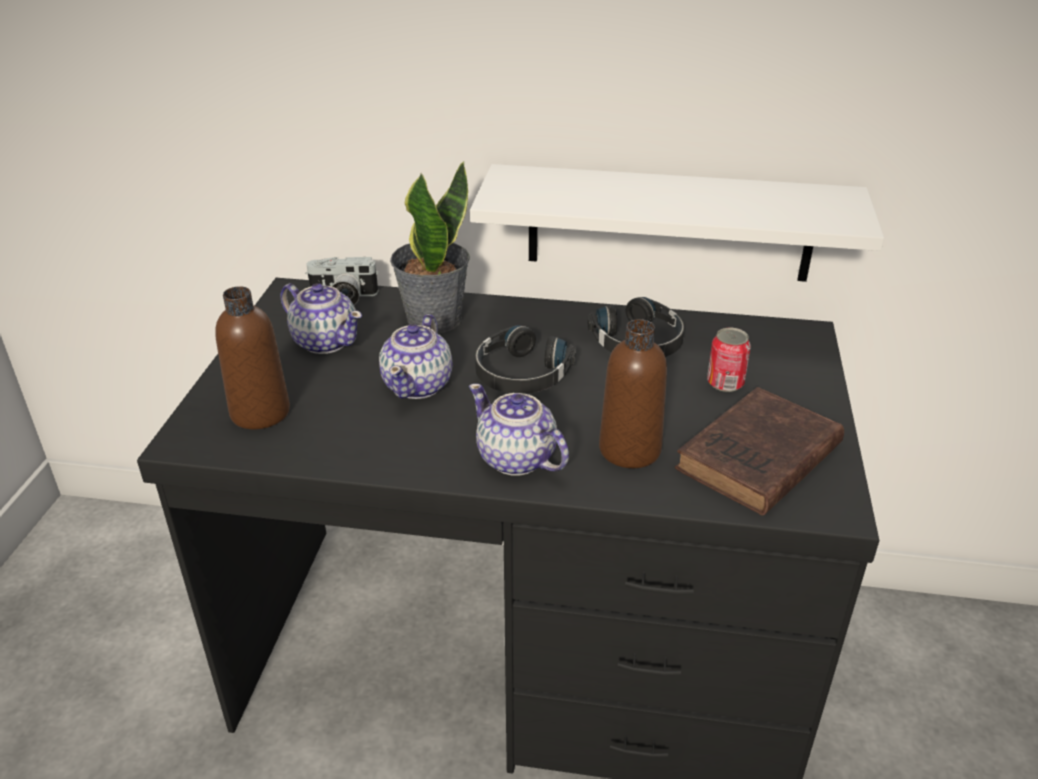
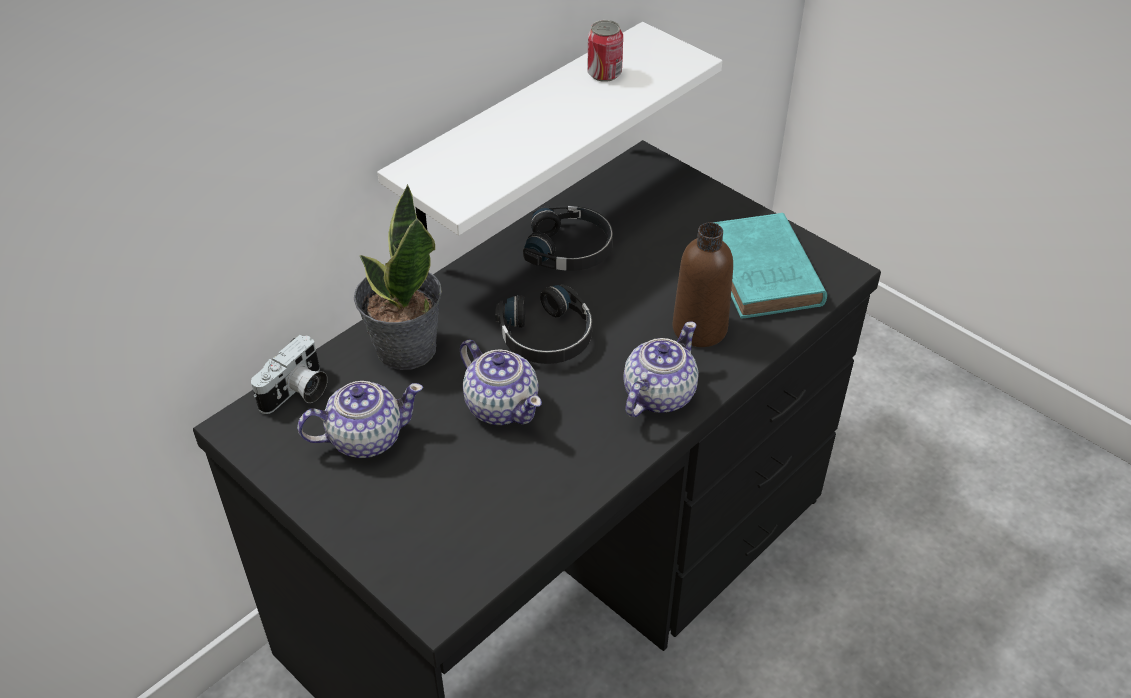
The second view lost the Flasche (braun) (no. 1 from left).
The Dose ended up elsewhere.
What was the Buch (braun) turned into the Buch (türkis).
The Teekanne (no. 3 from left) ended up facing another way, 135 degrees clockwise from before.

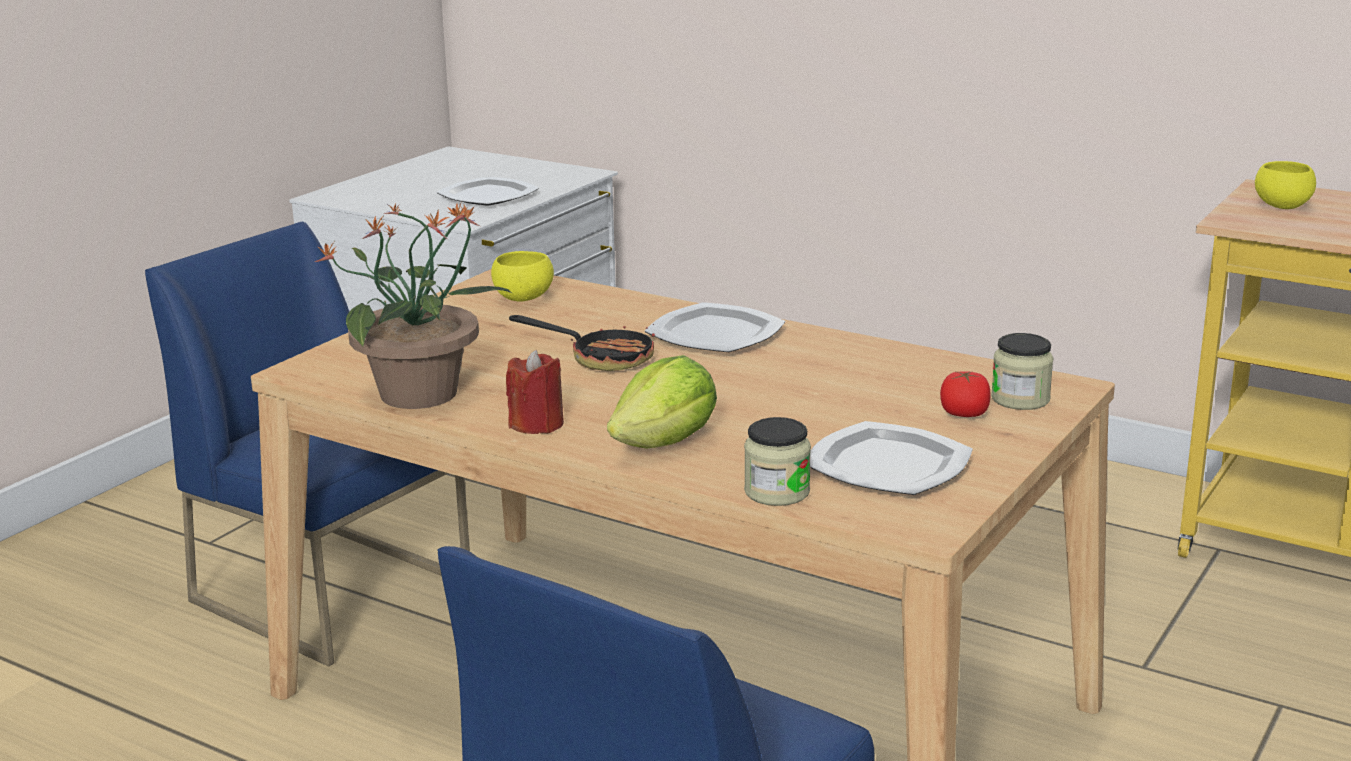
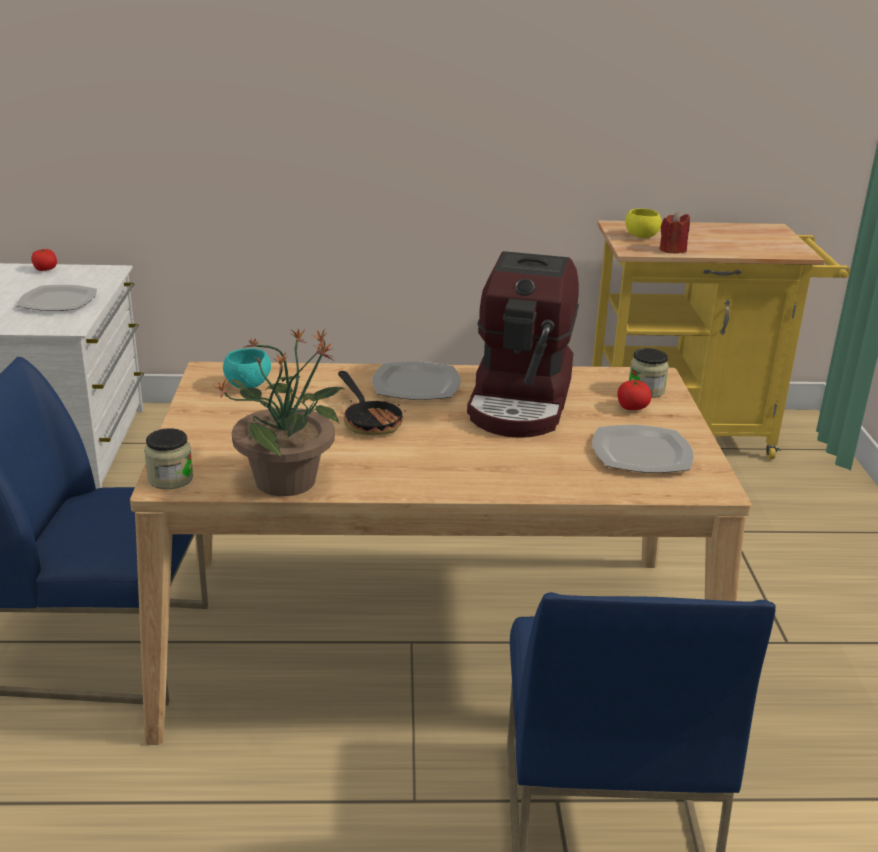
The second view lost the Salatkopf.
The second view gained the Tomate (no. 1 from left).
The second view gained the Kaffeemaschine.
The Kerze (rot) ended up elsewhere.
The Vorratsglas (no. 1 from left) ended up elsewhere.
What was the Schüssel (gelb) (no. 1 from left) turned into the Schüssel (türkis).
The Pfanne ended up facing another way, 75 degrees clockwise from before.

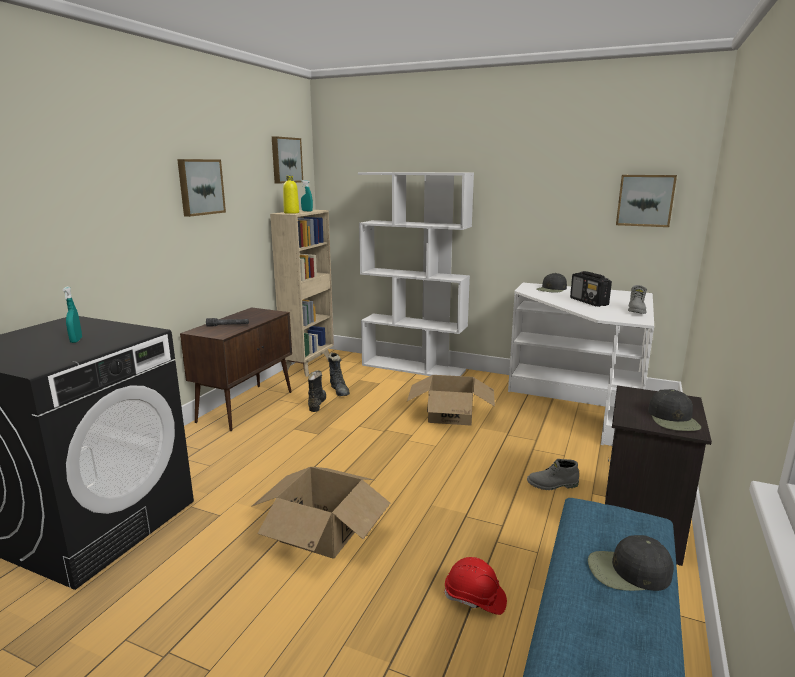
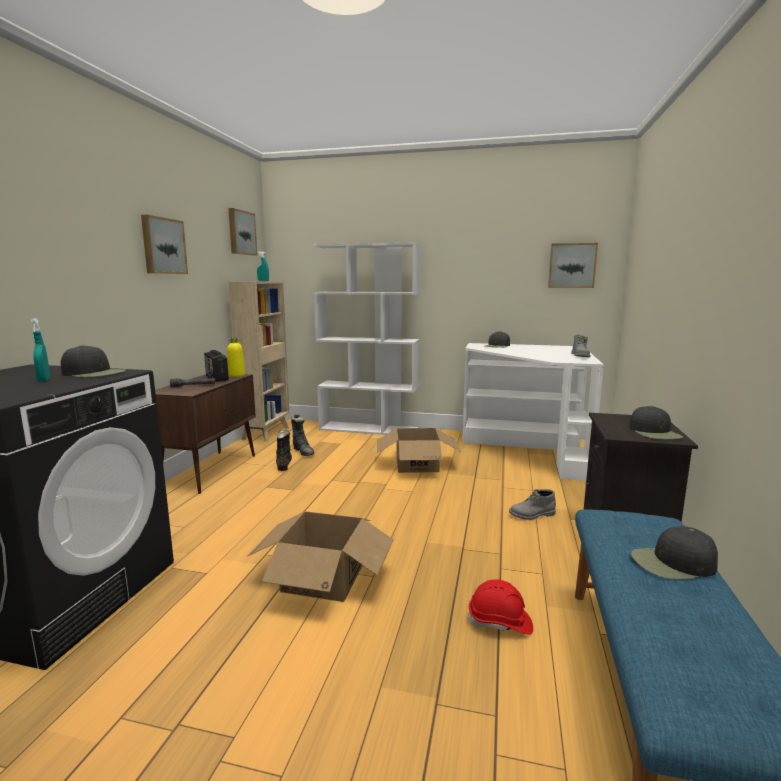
The second view gained the Kappe (schwarz) (no. 1 from left).
The Flasche (gelb) ended up elsewhere.
The Radio ended up elsewhere.

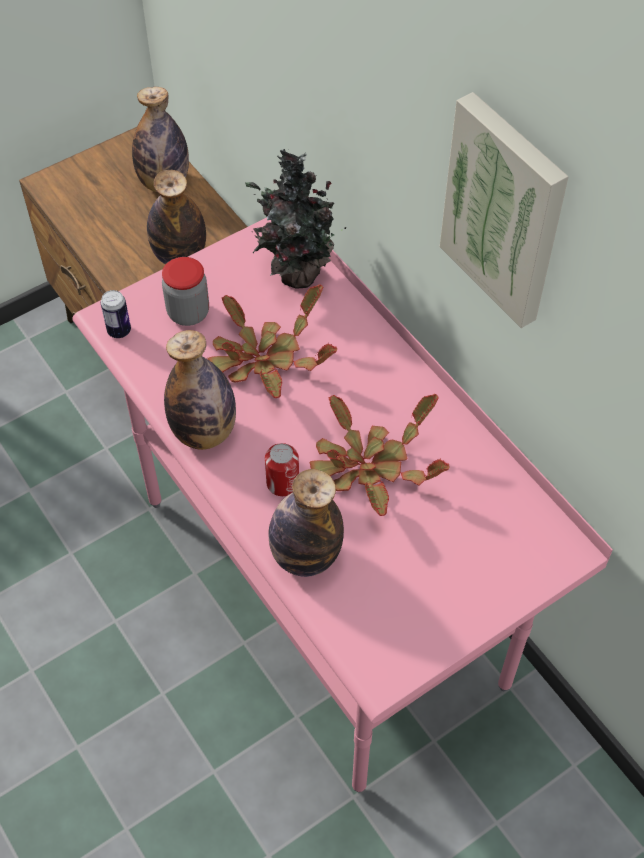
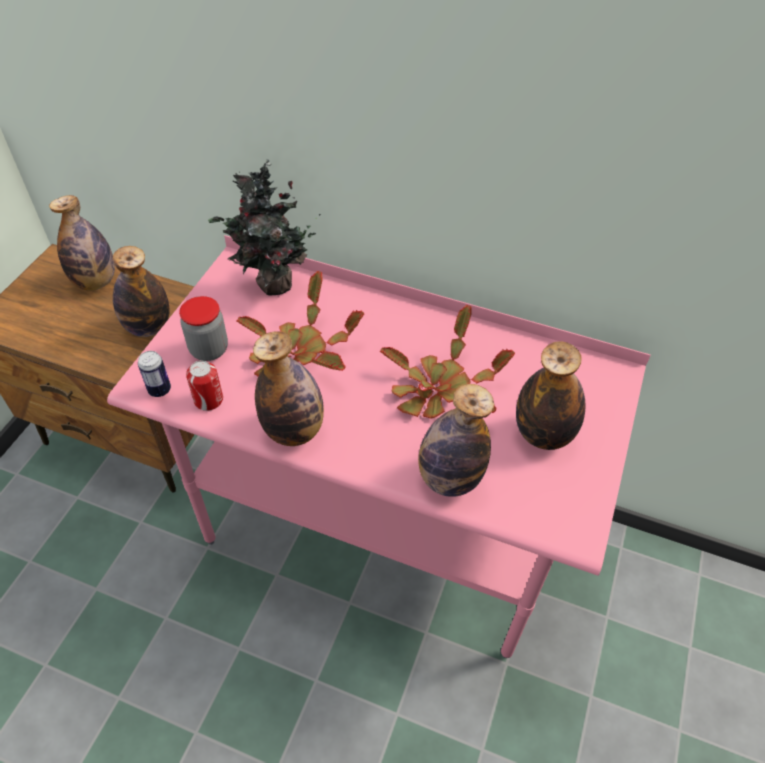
The second view lost the Bild.
The second view gained the Flasche (no. 5 from left).
The Dose (no. 2 from left) ended up elsewhere.

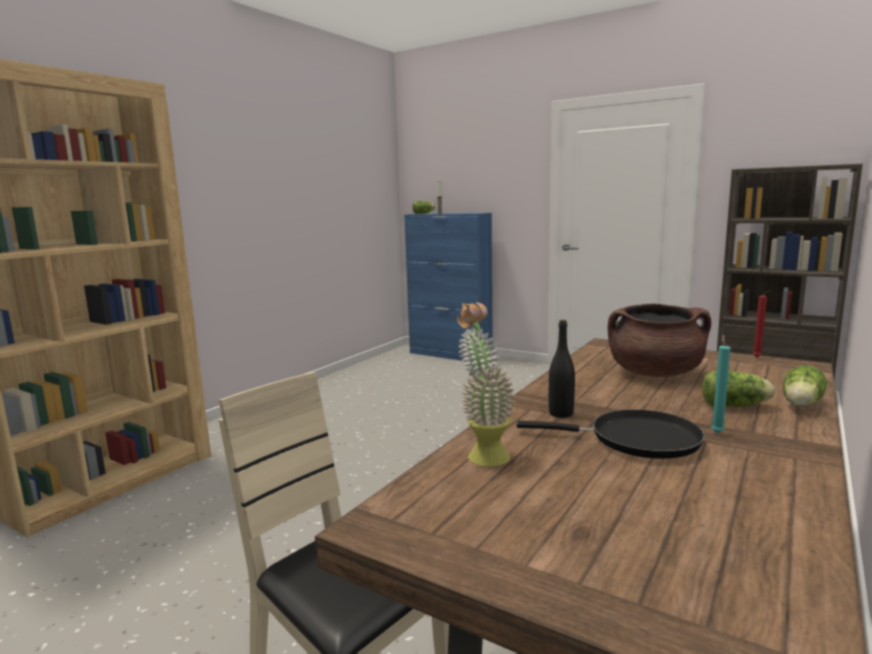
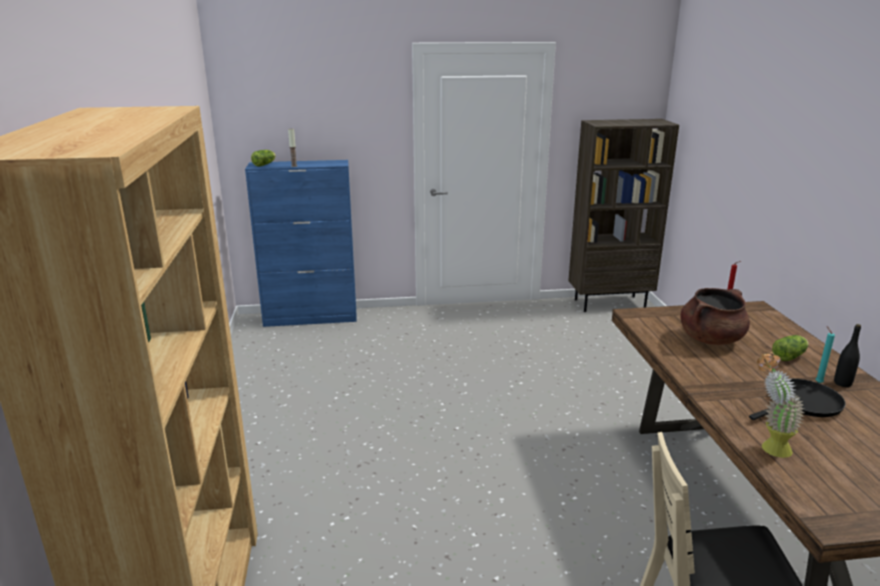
The second view lost the Salatkopf (no. 3 from left).
The Flasche (schwarz) ended up elsewhere.

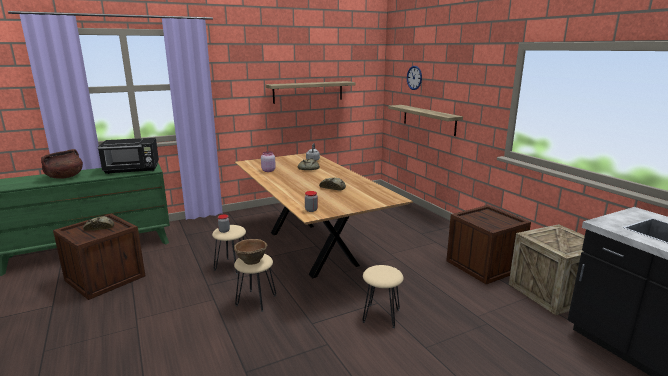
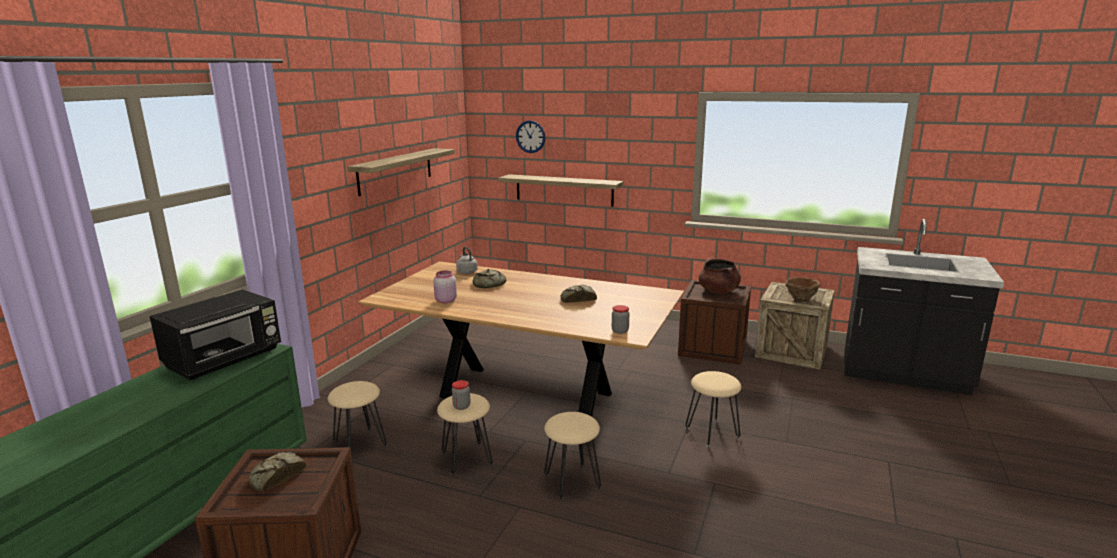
The second view gained the Hocker (beige) (no. 1 from left).
The Kochtopf (braun) ended up elsewhere.
The Schüssel (braun) ended up elsewhere.

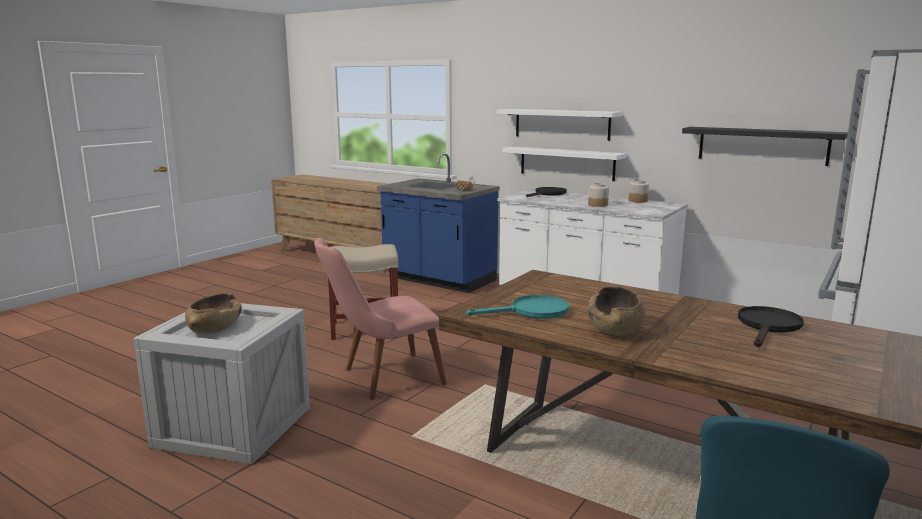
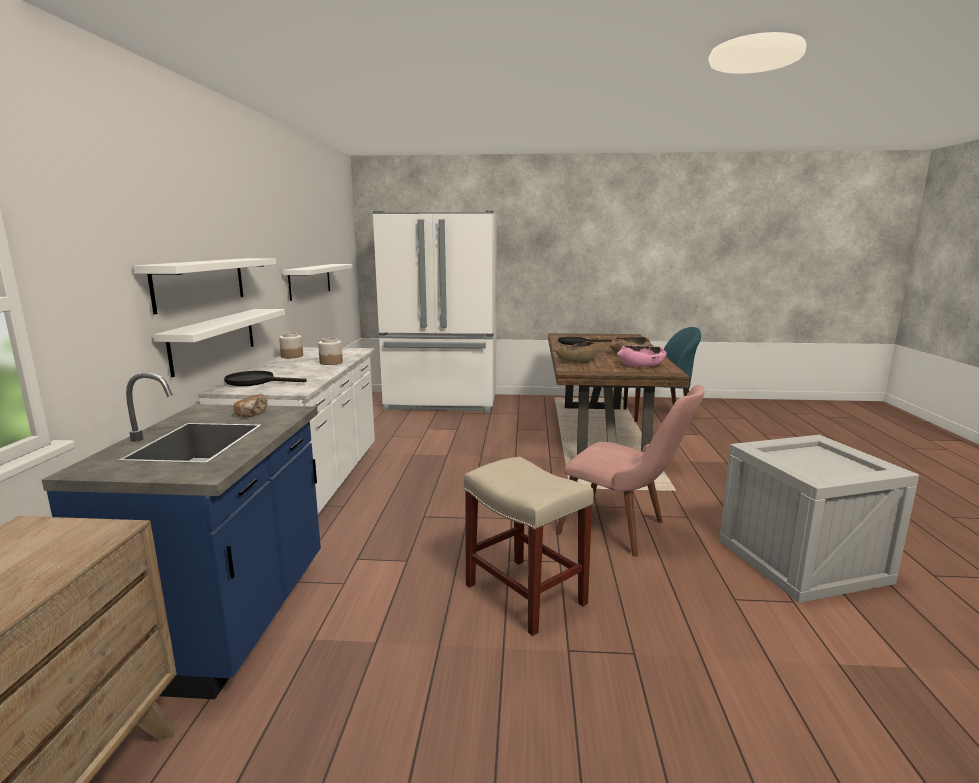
The Schüssel (braun) (no. 1 from left) ended up elsewhere.
Where the Pfanne (türkis) stood, the Schüssel (rosa) came to stand.
What was the Wandregal (schwarz) turned into the Wandregal (weiß) (no. 3 from left).

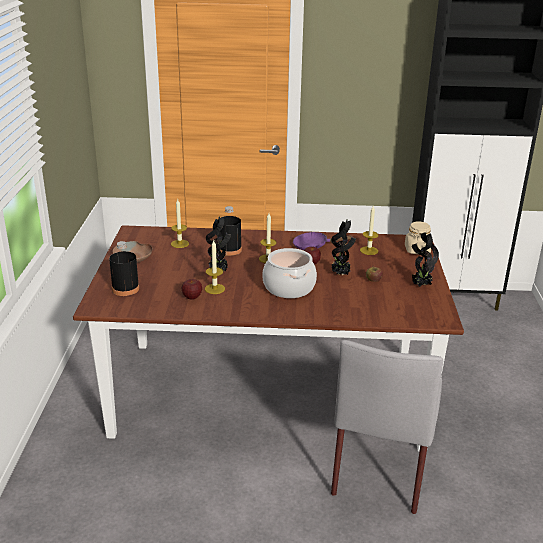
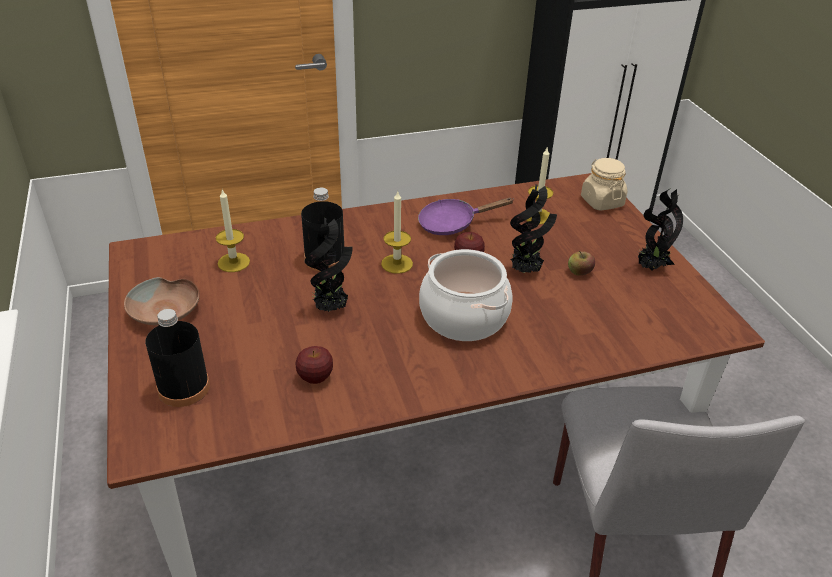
The second view lost the Kerze (no. 2 from left).

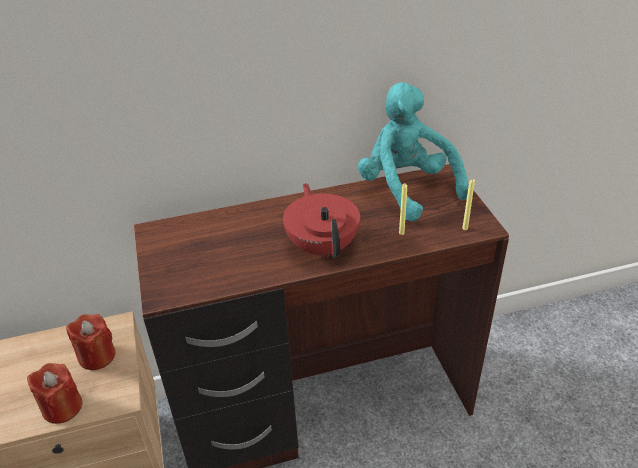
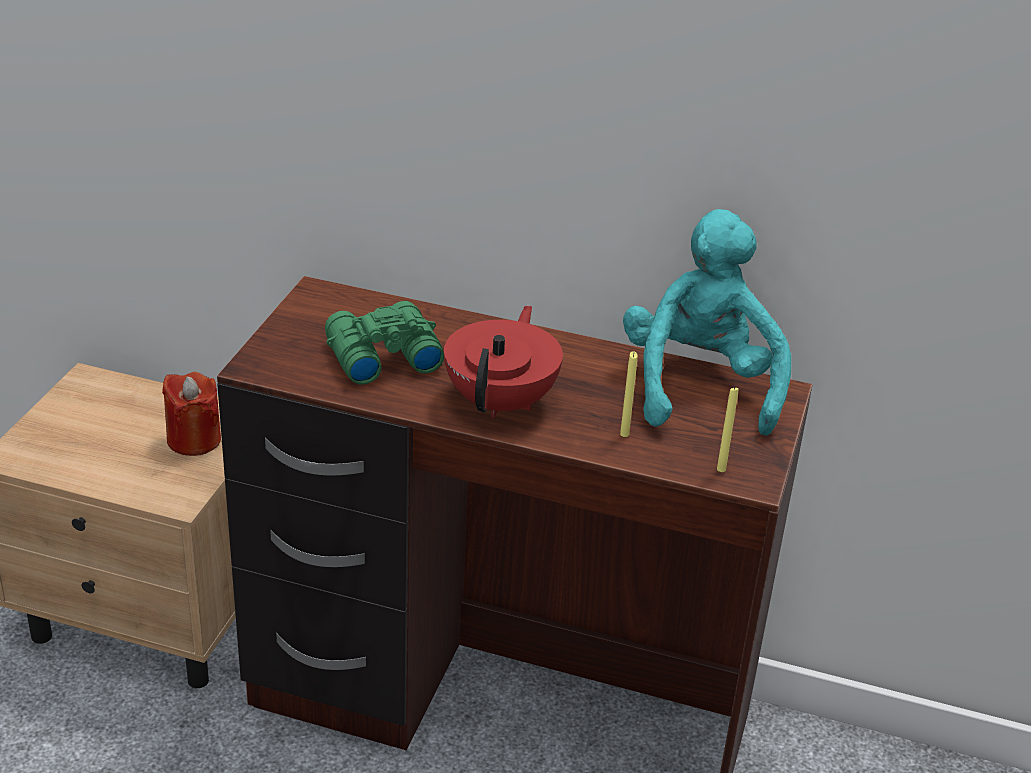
The second view lost the Kerze (rot) (no. 1 from left).
The second view gained the Fernglas (grün).

